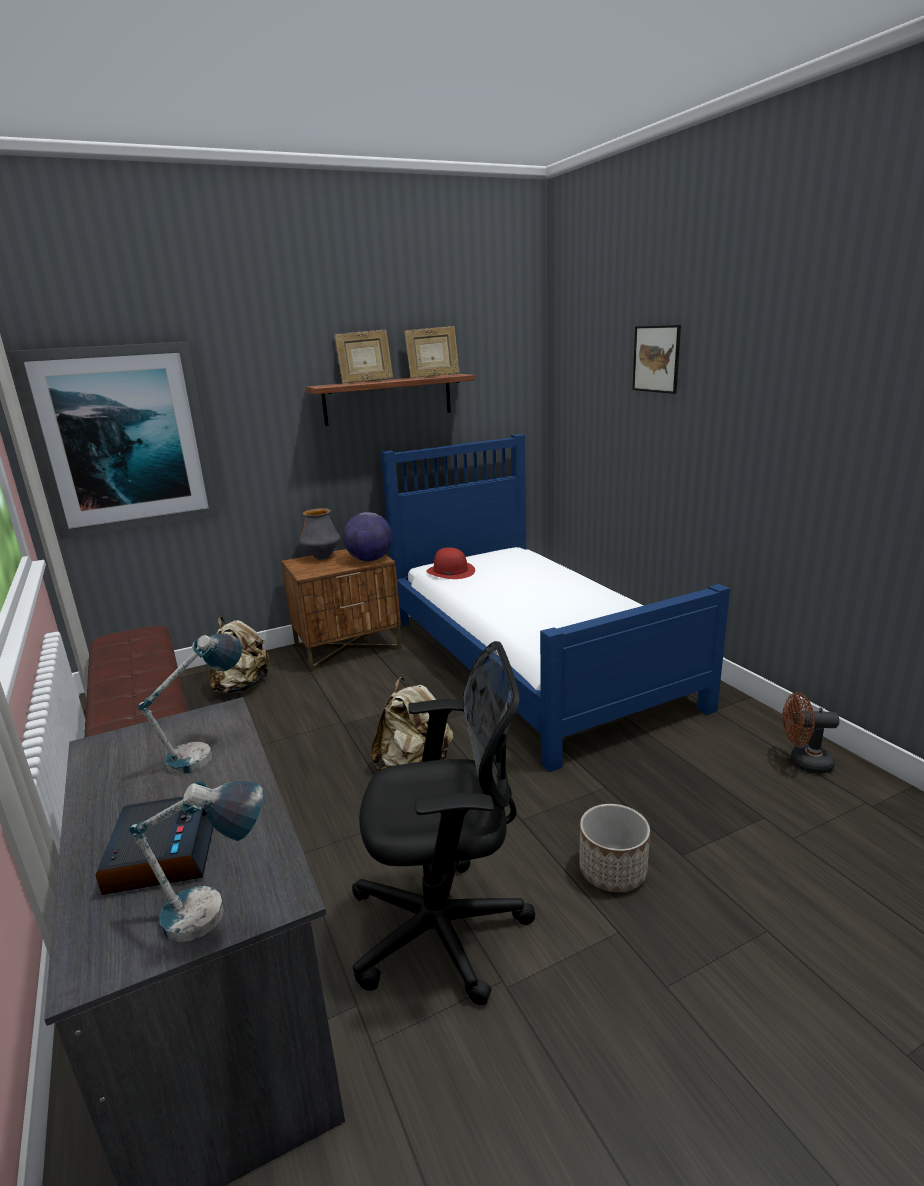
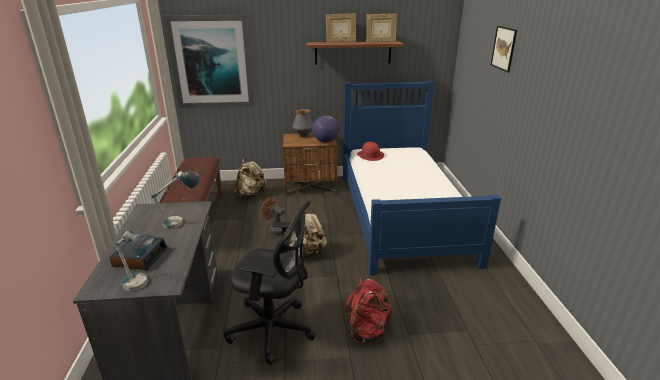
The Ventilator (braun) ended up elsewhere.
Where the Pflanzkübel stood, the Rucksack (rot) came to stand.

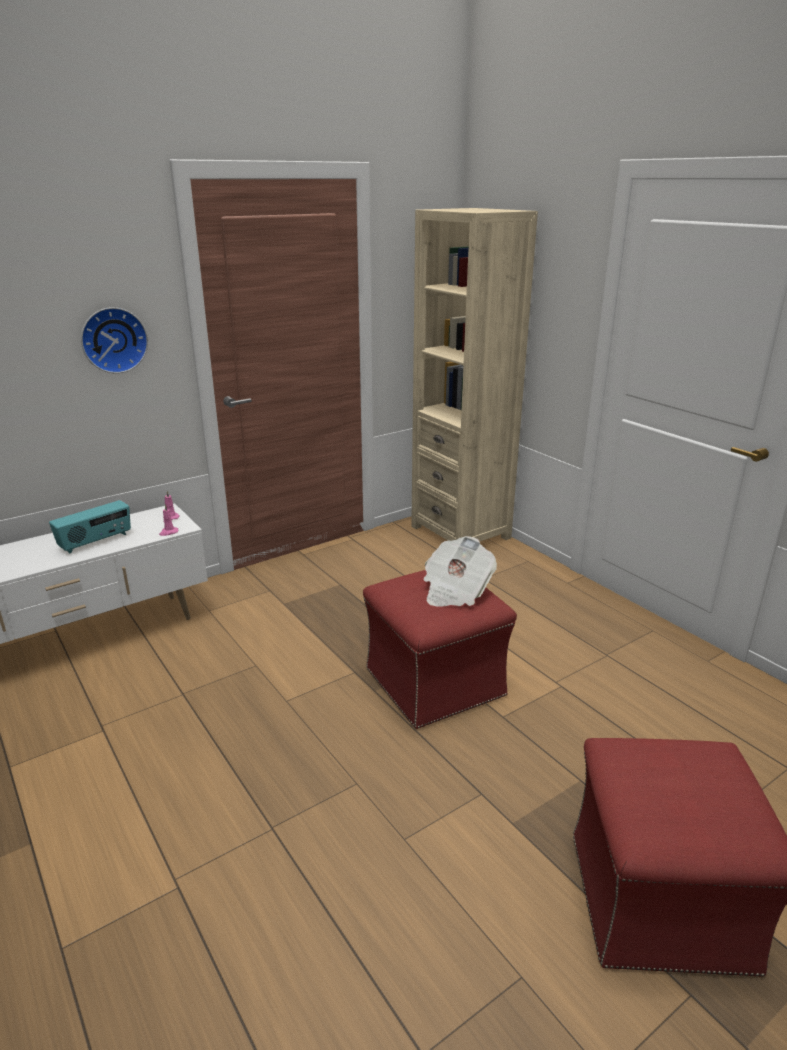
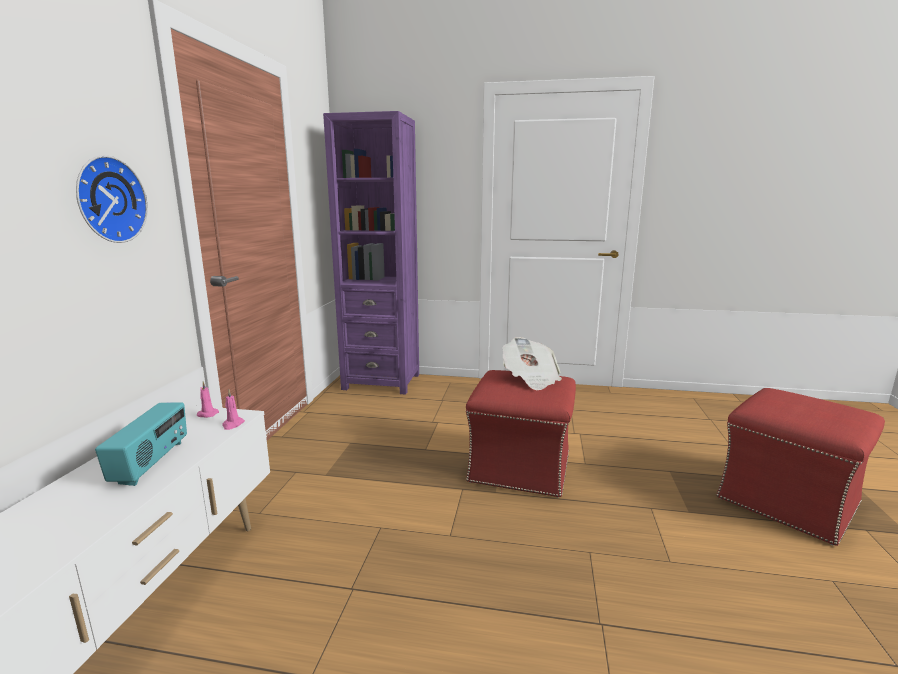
What was the Bücherregal (beige) turned into the Bücherregal (lila).

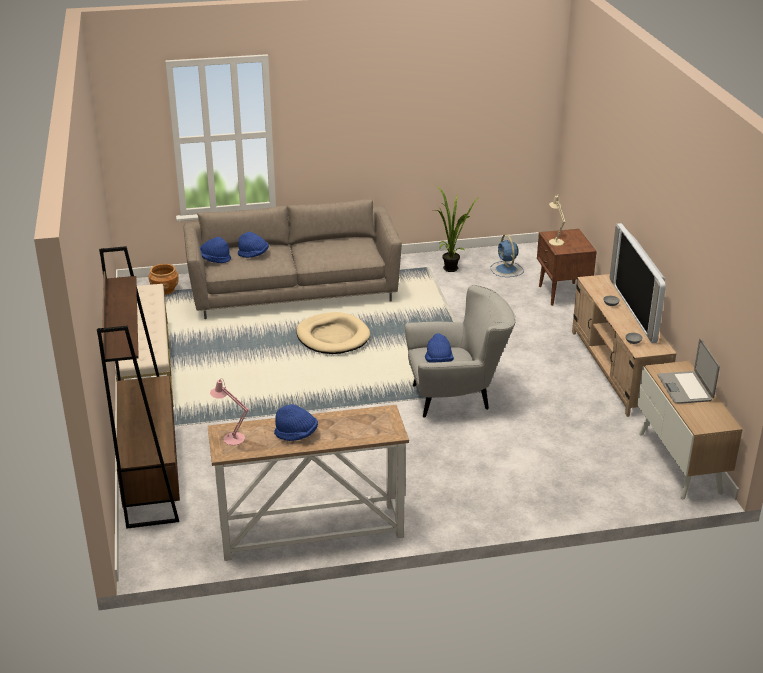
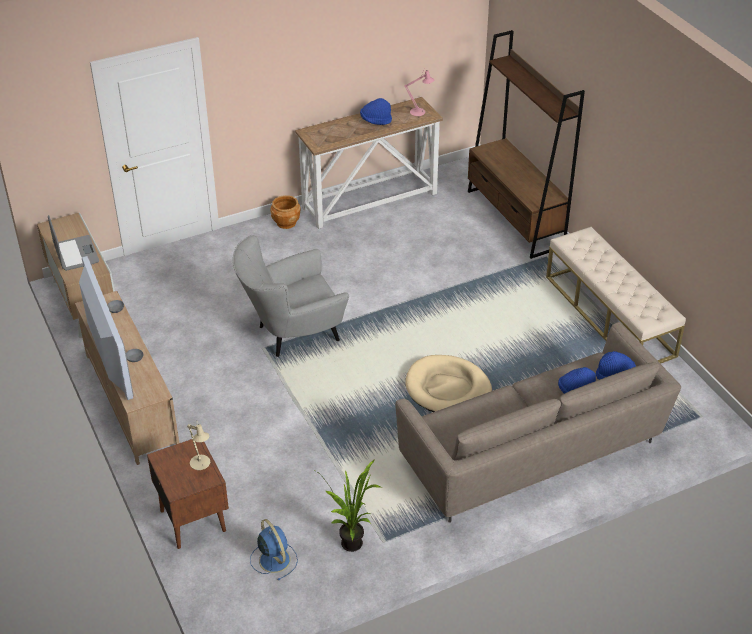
The second view lost the Hut (blau) (no. 4 from left).
The Pflanzkübel (braun) ended up elsewhere.

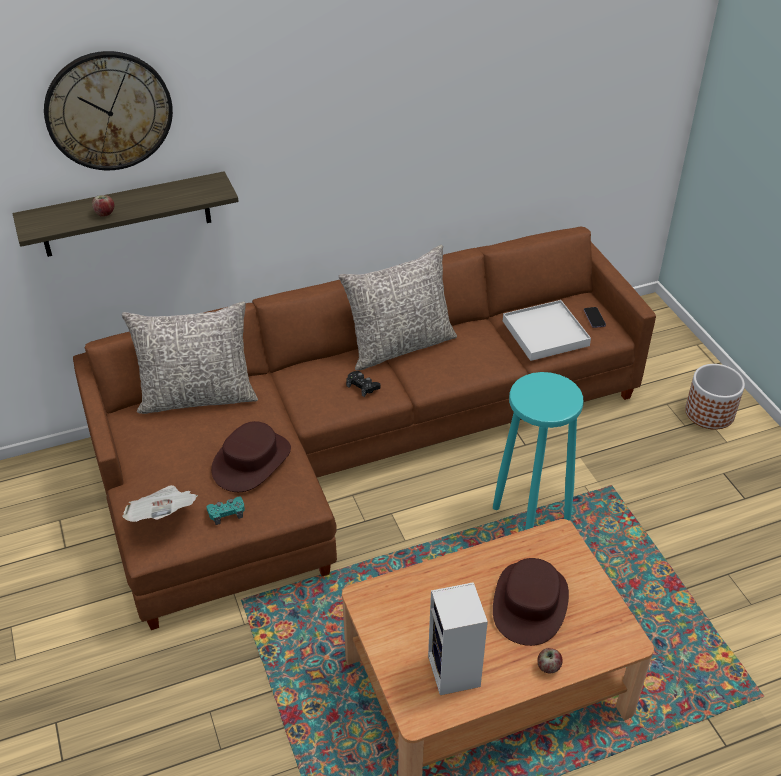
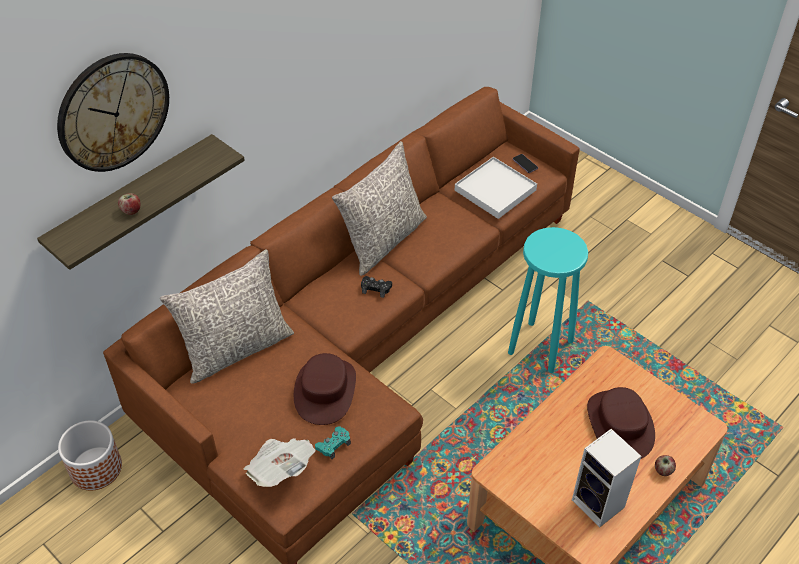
The Pflanzkübel ended up elsewhere.

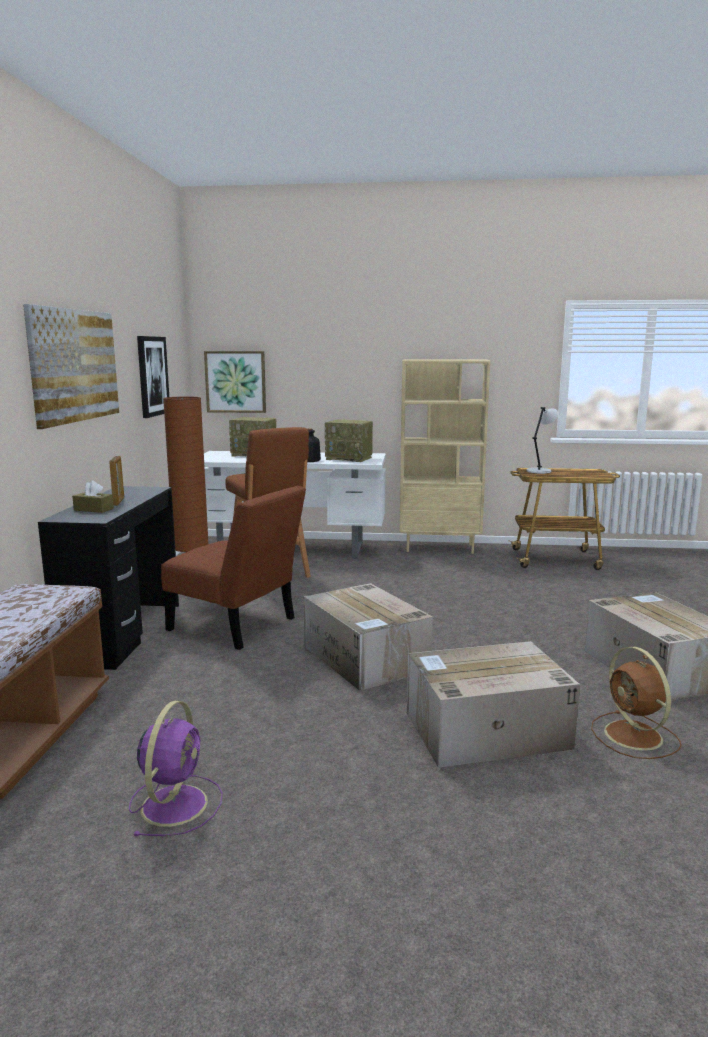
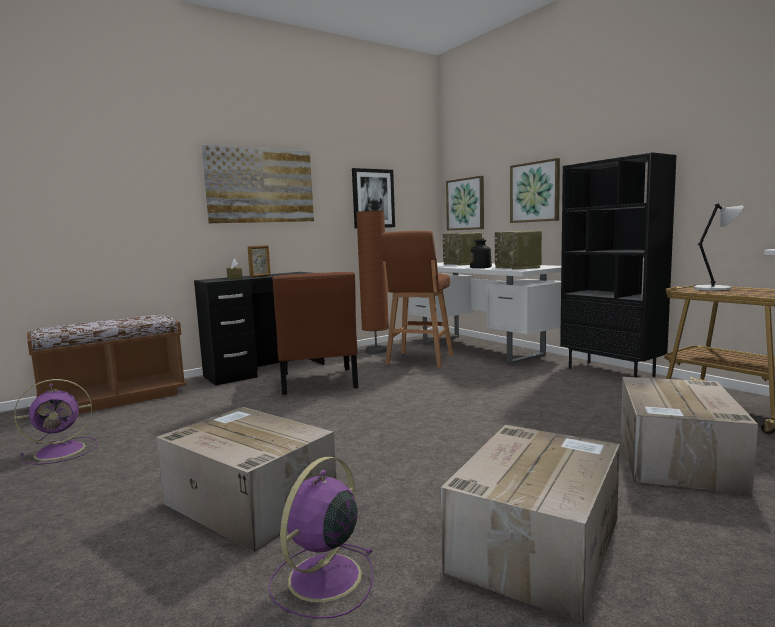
The second view gained the Bild (no. 4 from left).
The Karton (no. 1 from left in the first image) ended up elsewhere.
What was the Bücherregal (beige) turned into the Bücherregal (schwarz).
What was the Ventilator (braun) turned into the Ventilator (lila) (no. 2 from left).

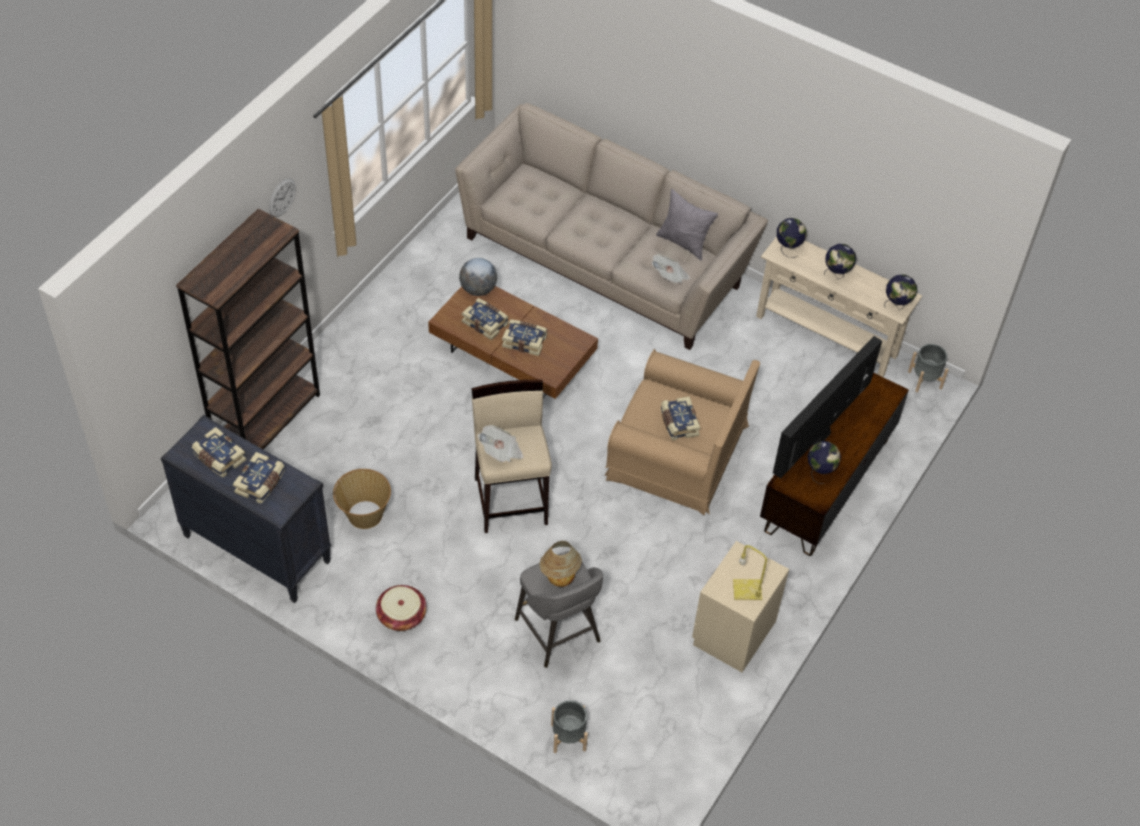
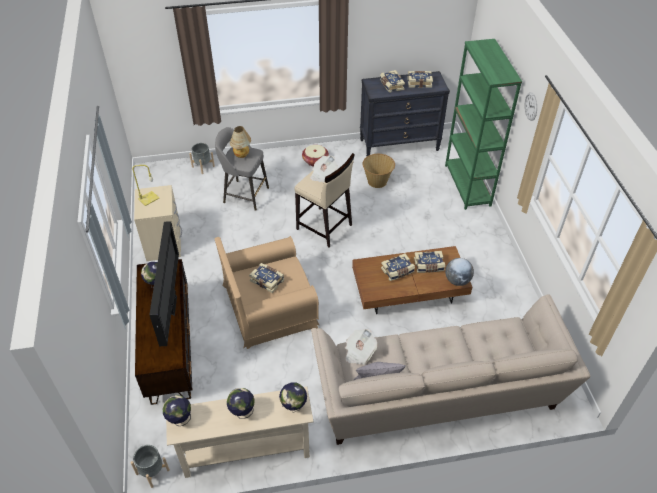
What was the Bücherregal (braun) turned into the Bücherregal (grün).

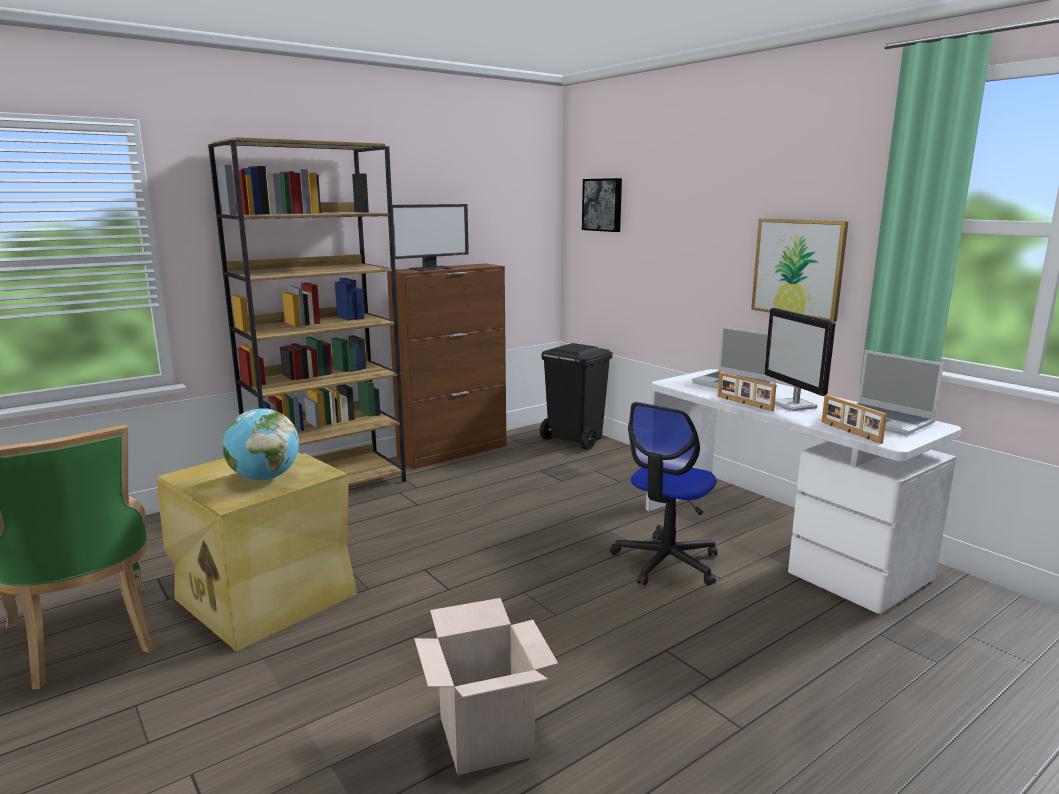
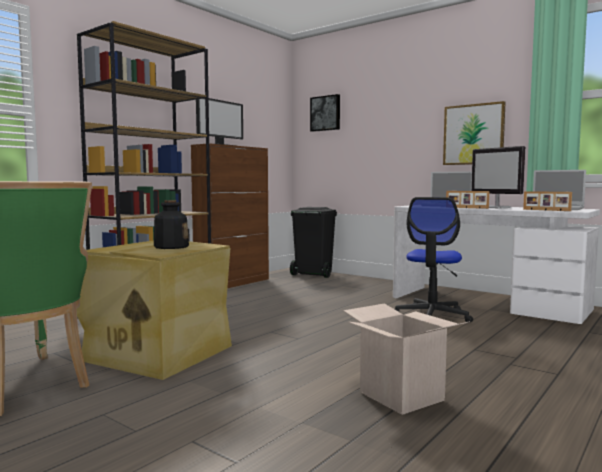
Where the Globus stood, the Flasche came to stand.

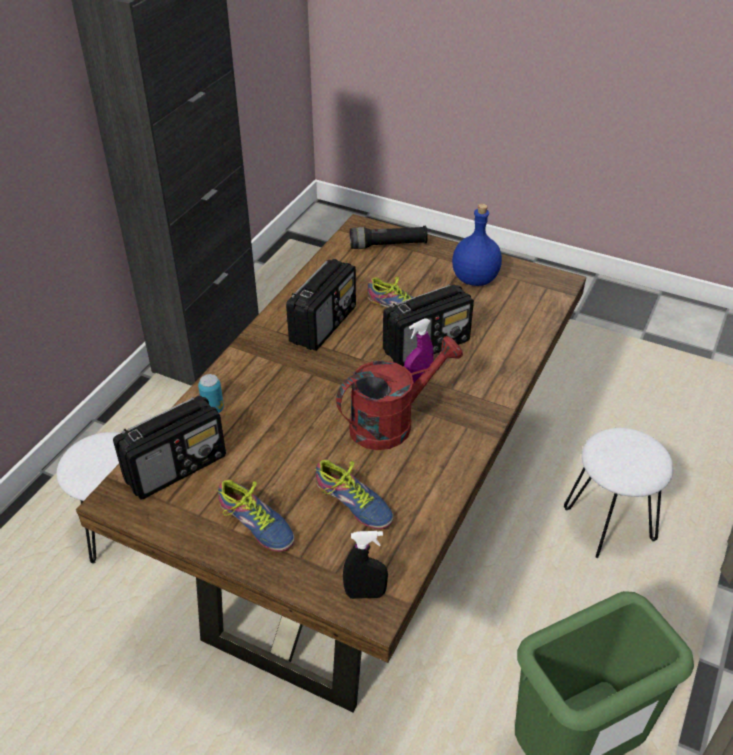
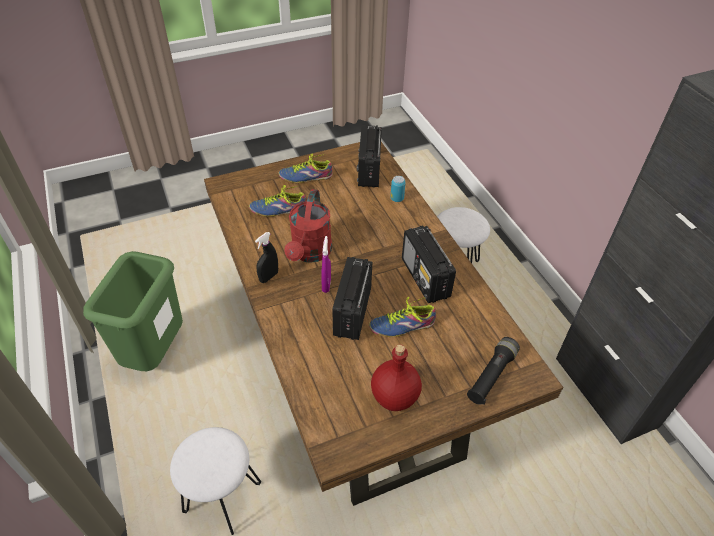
The Sprühflasche (schwarz) ended up elsewhere.
What was the Flasche (blau) turned into the Flasche (rot).

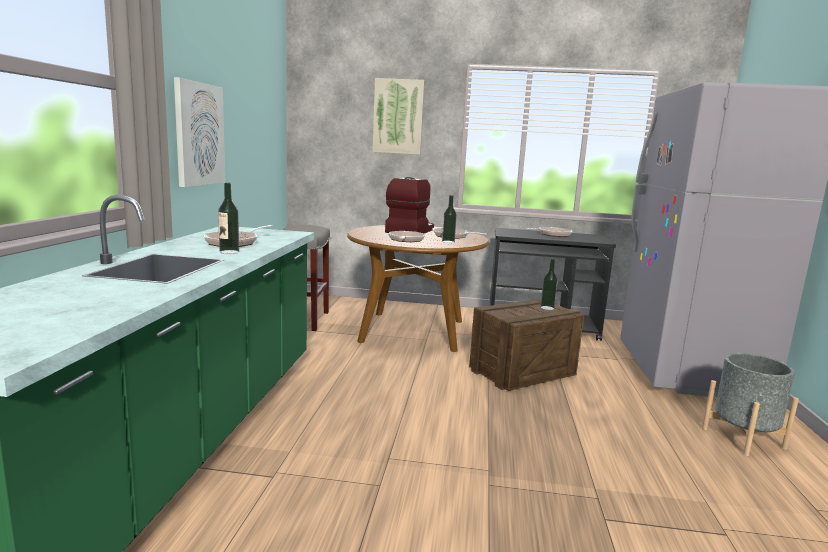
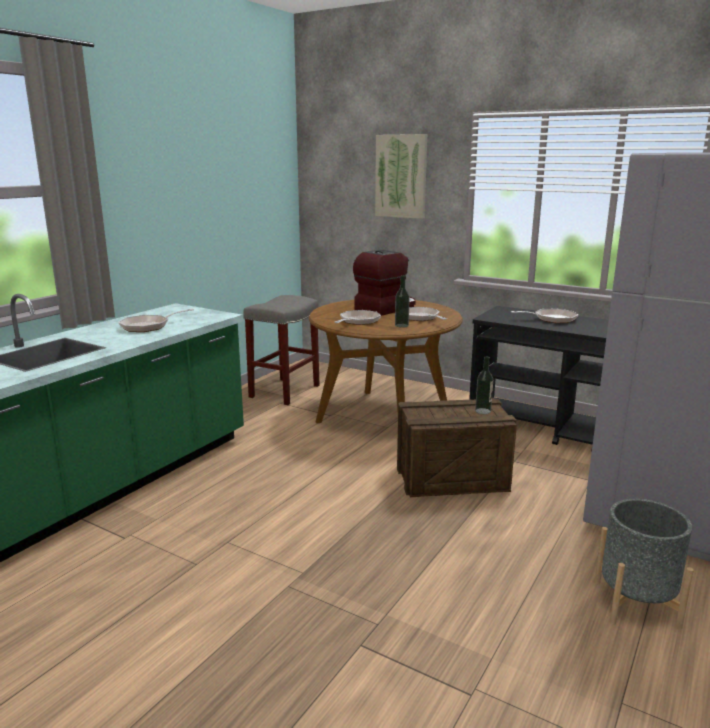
The second view lost the Bild (no. 1 from left).
The second view lost the Flasche (no. 1 from left).

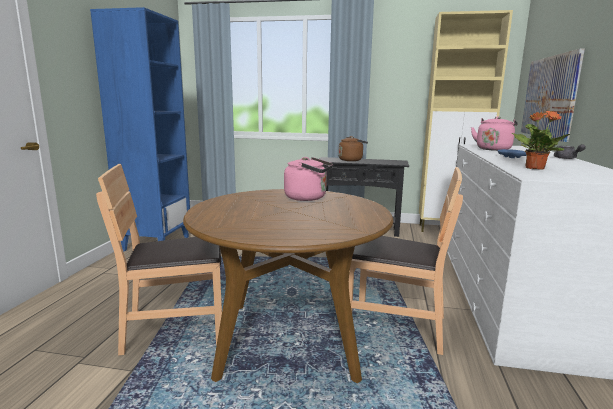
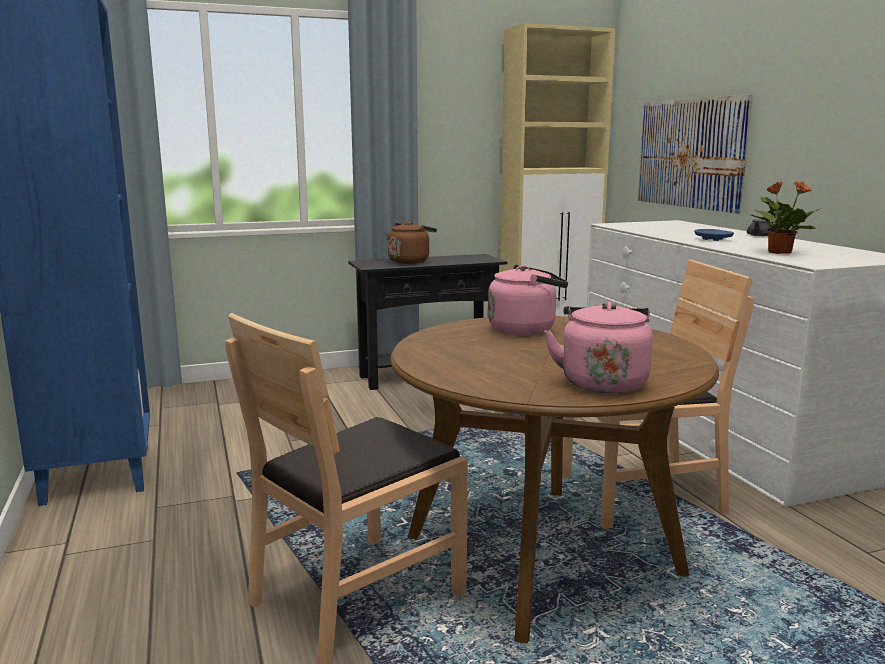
The Wasserkessel (rosa) (no. 2 from left) ended up elsewhere.

